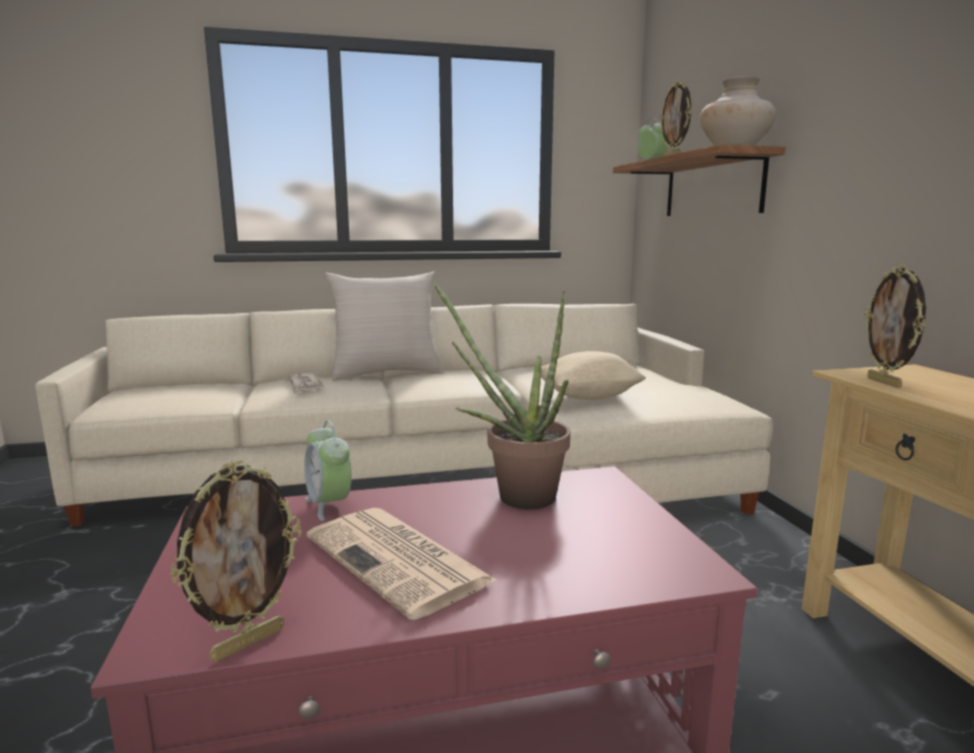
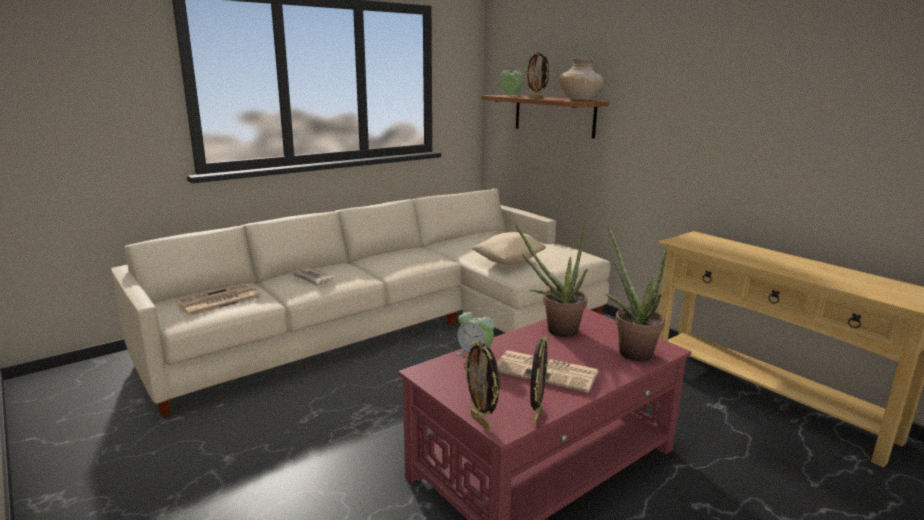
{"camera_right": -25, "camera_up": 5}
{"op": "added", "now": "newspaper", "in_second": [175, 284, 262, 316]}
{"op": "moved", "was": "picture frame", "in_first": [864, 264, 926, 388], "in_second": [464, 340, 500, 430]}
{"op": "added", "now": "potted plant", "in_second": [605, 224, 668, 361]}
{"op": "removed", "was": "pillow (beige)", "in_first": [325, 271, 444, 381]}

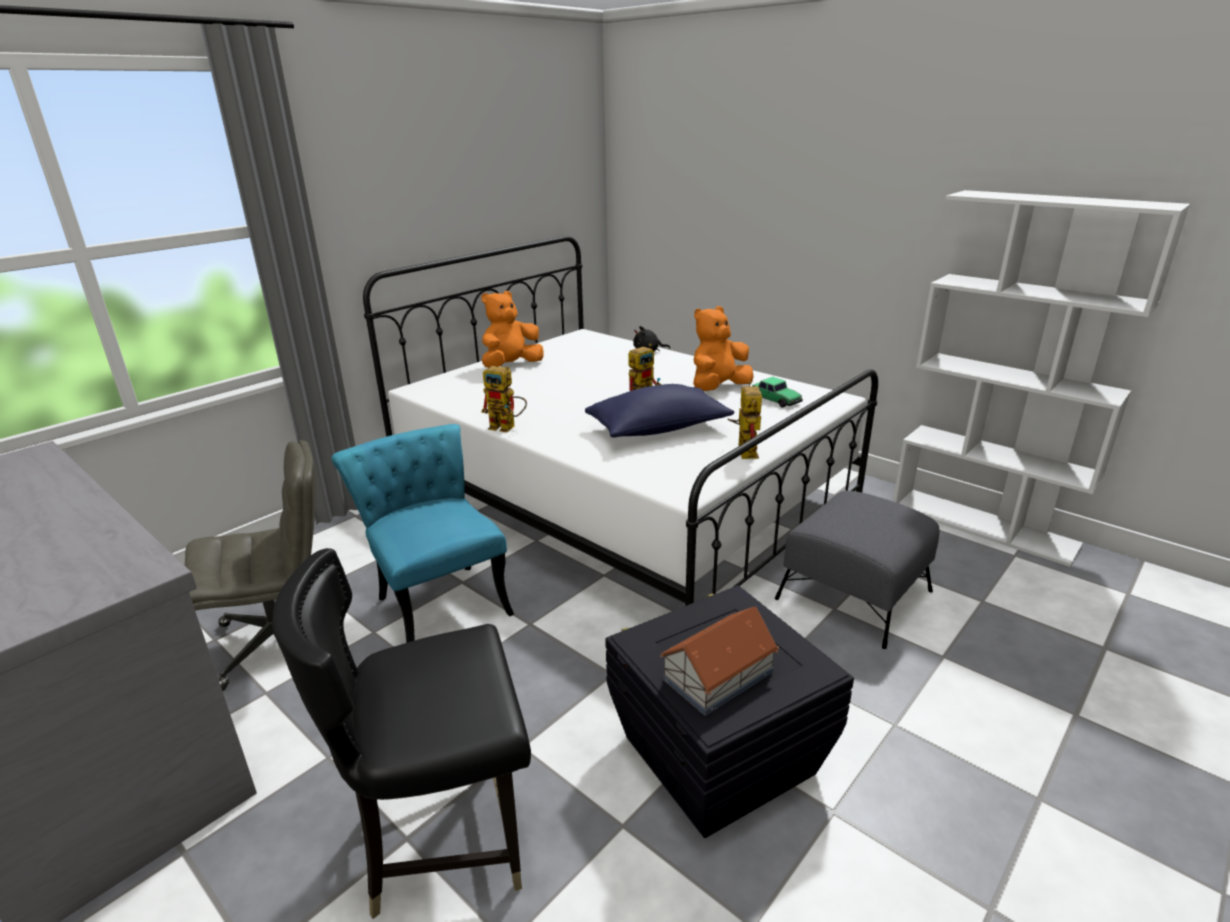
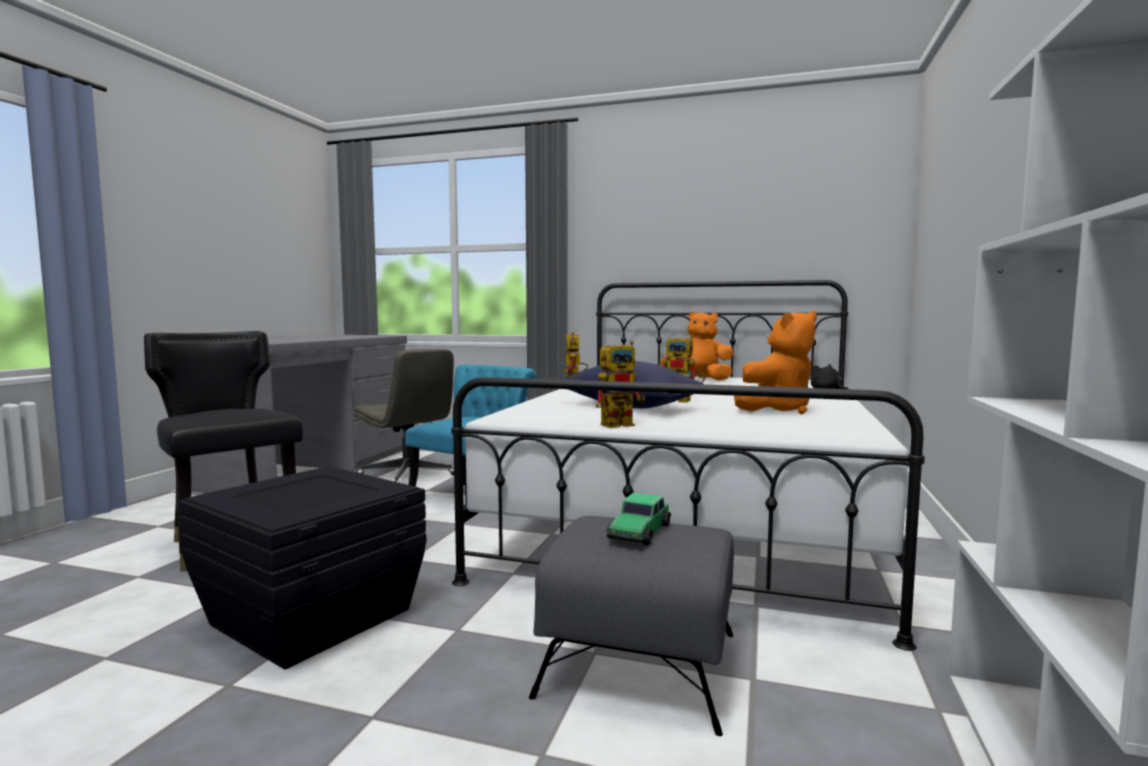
{"camera_right": 65, "camera_up": -20}
{"op": "moved", "was": "toy car", "in_first": [752, 377, 803, 407], "in_second": [606, 492, 671, 545]}
{"op": "turned", "was": "plush toy (orange)", "in_first": [693, 306, 754, 391], "in_second": [734, 311, 817, 414], "clockwise": 120}
{"op": "removed", "was": "toy house", "in_first": [660, 606, 779, 716]}

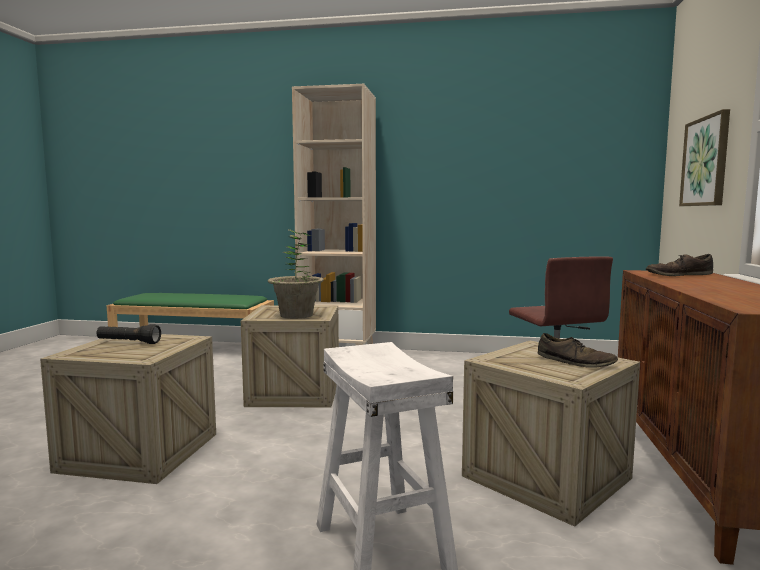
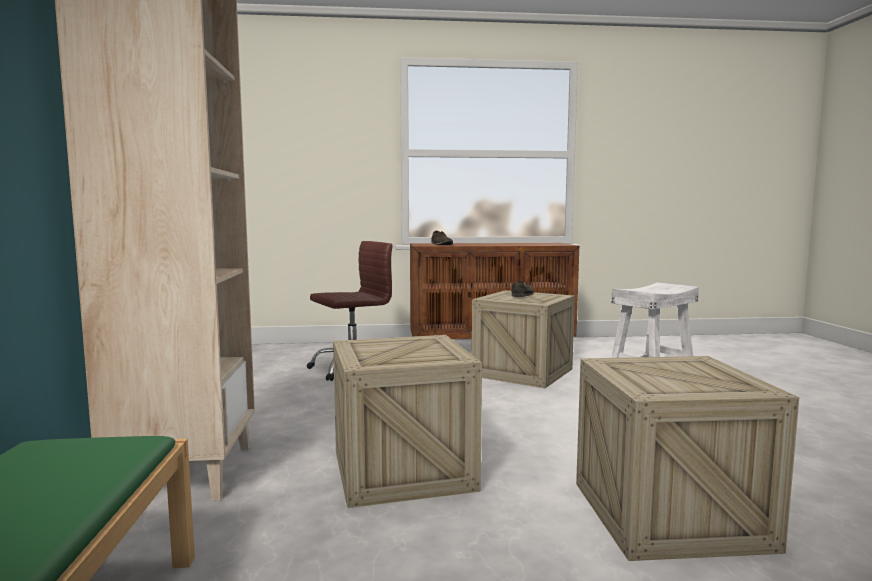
{"camera_right": -105, "camera_up": 0}
{"op": "removed", "was": "flashlight (black)", "in_first": [96, 324, 161, 344]}
{"op": "removed", "was": "potted plant", "in_first": [268, 229, 324, 319]}
{"op": "removed", "was": "picture", "in_first": [679, 109, 730, 206]}

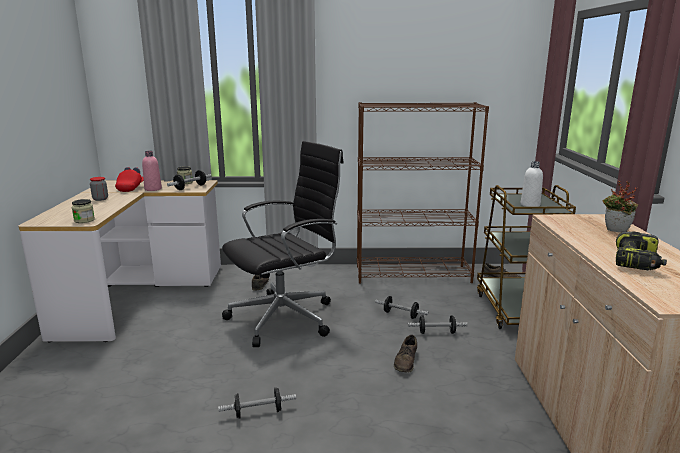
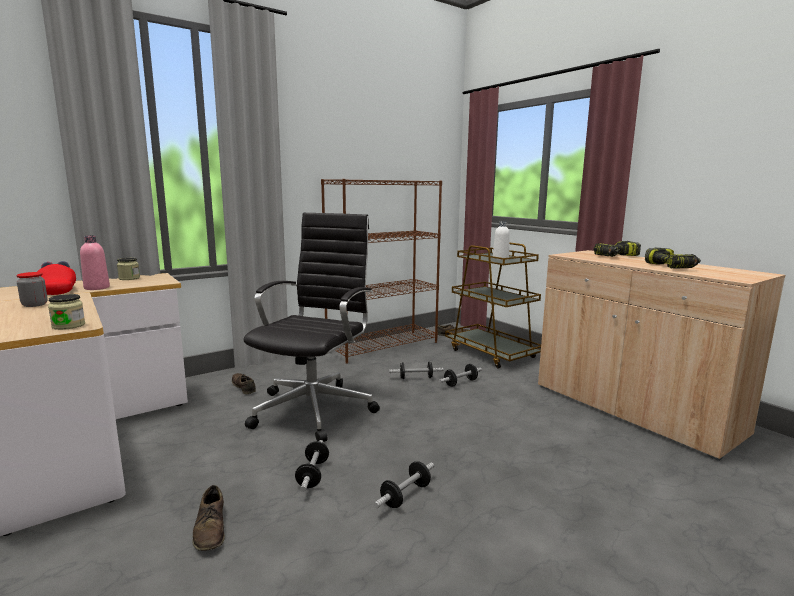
{"camera_right": -35, "camera_up": -5}
{"op": "moved", "was": "shoe (brown)", "in_first": [394, 335, 417, 372], "in_second": [193, 485, 225, 551]}
{"op": "moved", "was": "dumbbell", "in_first": [167, 170, 211, 190], "in_second": [295, 440, 329, 492]}
{"op": "replaced", "was": "potted plant", "now": "power drill", "in_first": [603, 181, 639, 232], "in_second": [594, 241, 641, 257]}

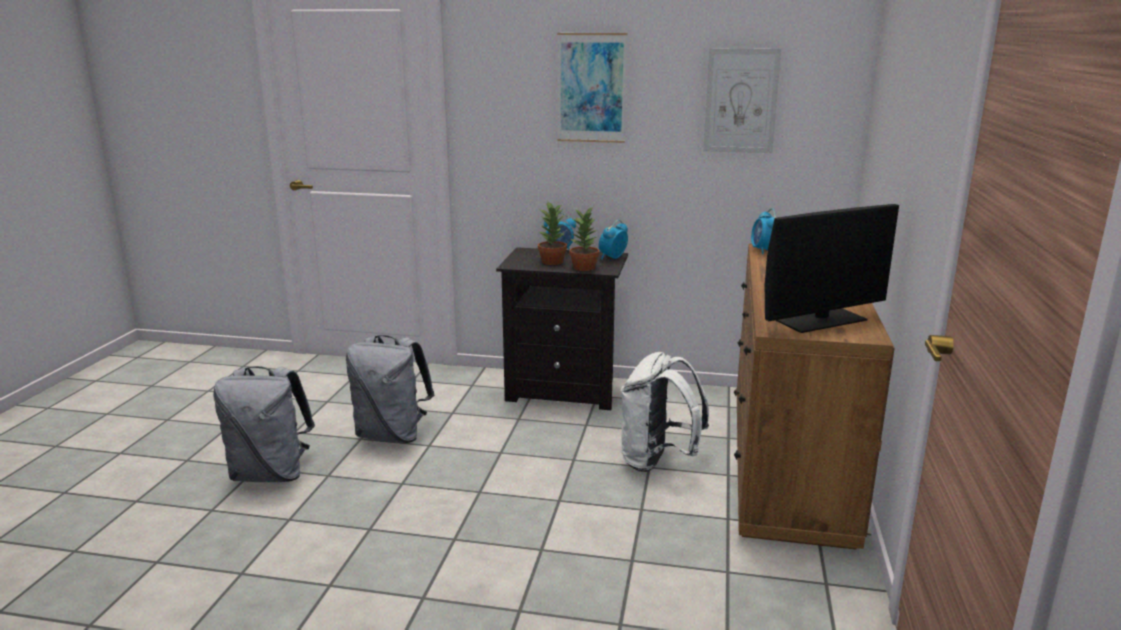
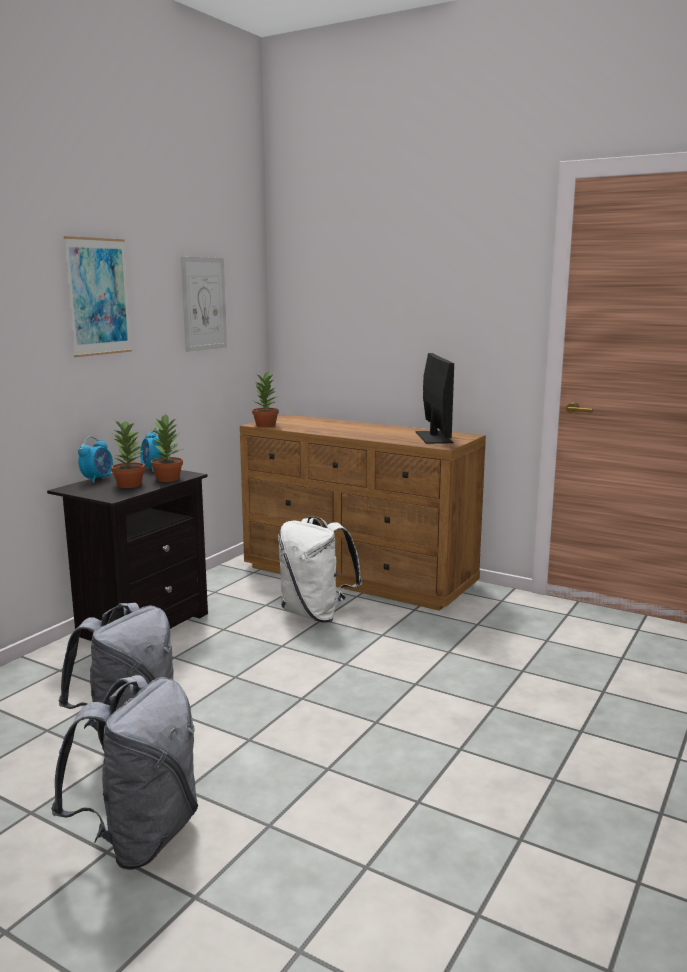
{"camera_right": -70, "camera_up": -5}
{"op": "replaced", "was": "alarm clock", "now": "potted plant", "in_first": [751, 208, 776, 254], "in_second": [252, 370, 279, 427]}

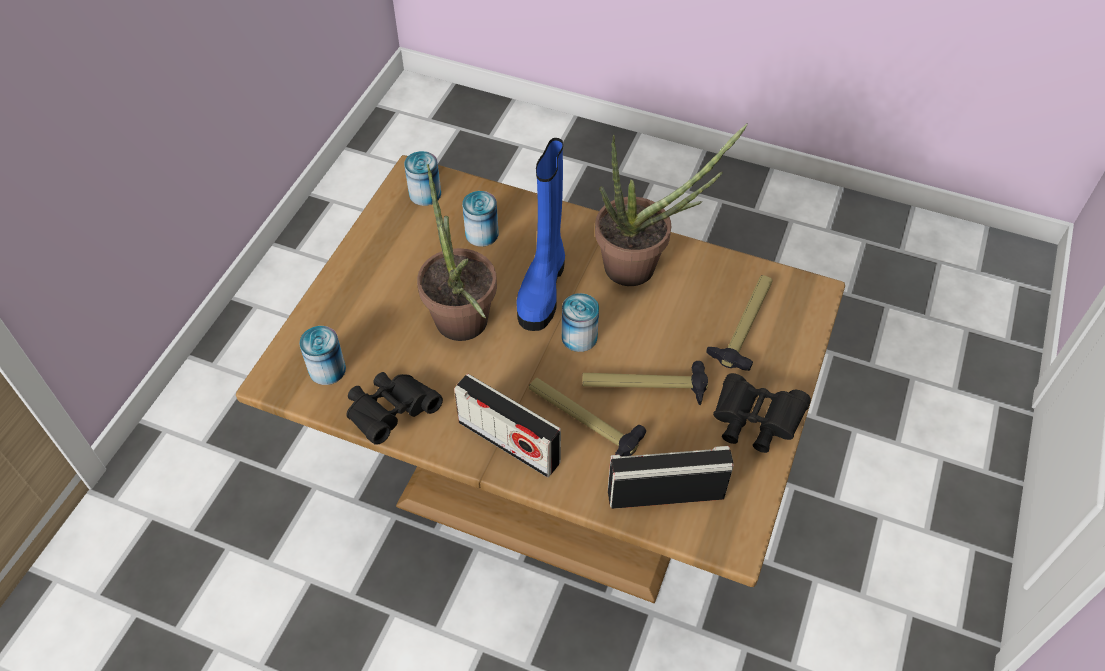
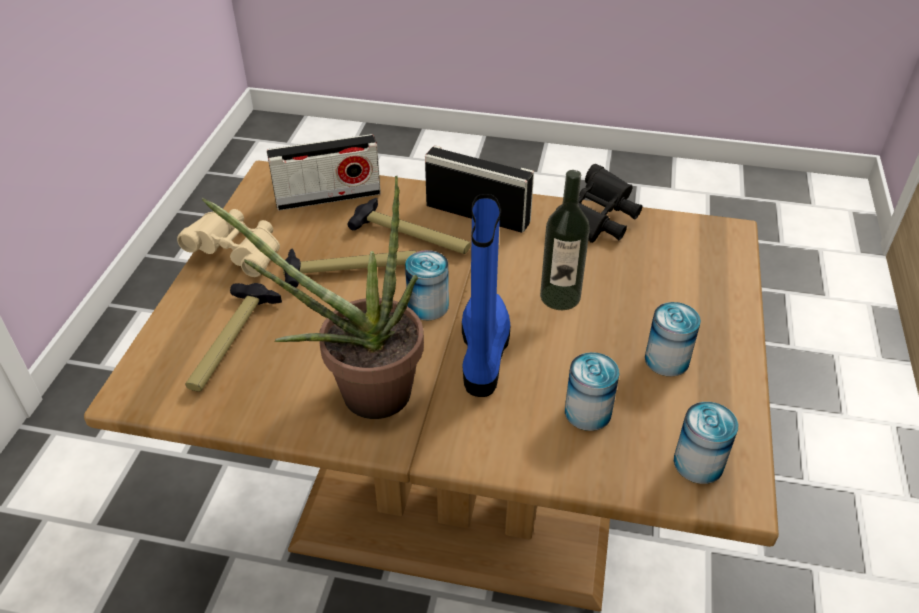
{"camera_right": 170, "camera_up": -10}
{"op": "recoloured", "was": "binoculars (black)", "now": "binoculars (beige)", "in_first": [713, 373, 811, 453], "in_second": [177, 209, 280, 277]}
{"op": "replaced", "was": "potted plant", "now": "bottle", "in_first": [417, 164, 497, 341], "in_second": [540, 170, 590, 310]}
{"op": "moved", "was": "can", "in_first": [299, 326, 346, 385], "in_second": [645, 302, 701, 376]}

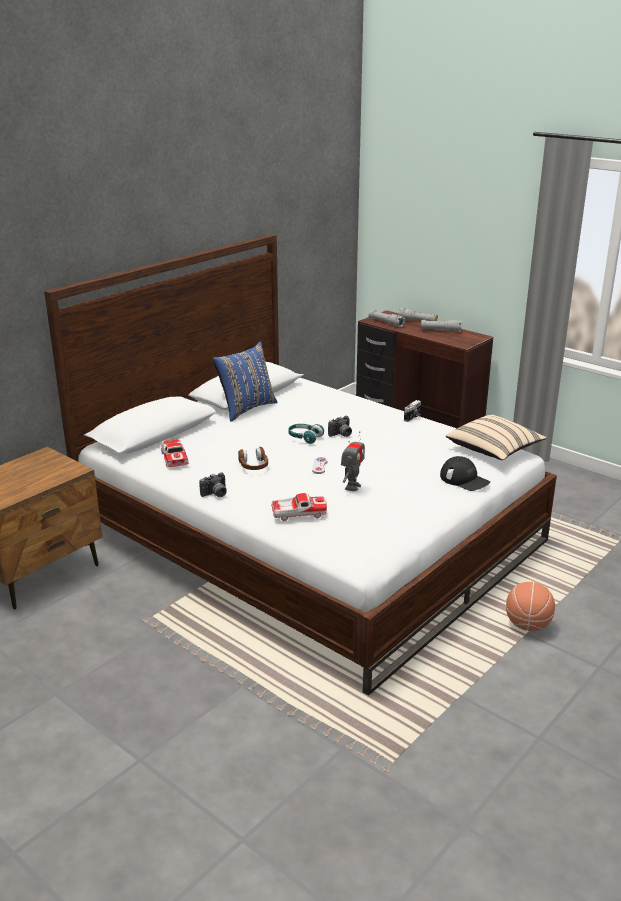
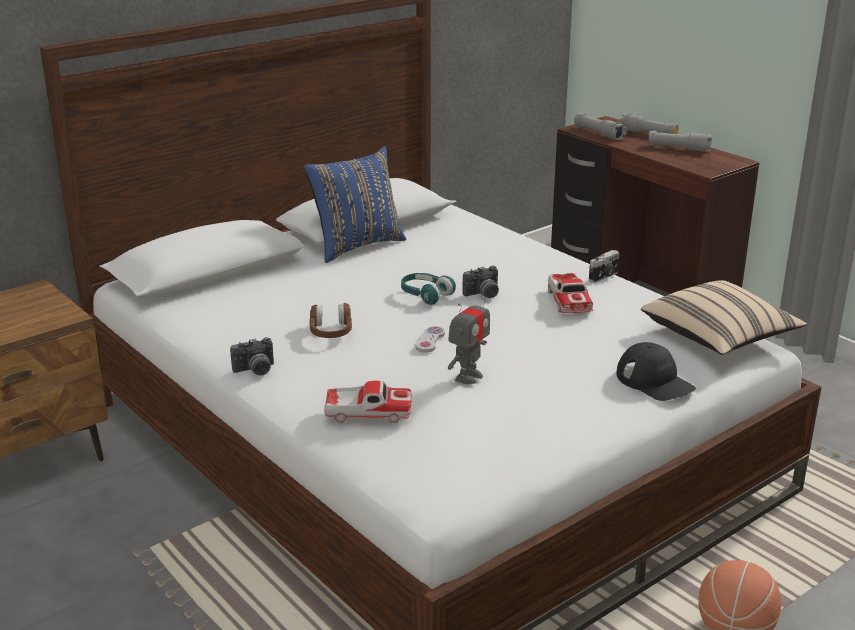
{"camera_right": 10, "camera_up": 0}
{"op": "moved", "was": "toy car", "in_first": [161, 439, 189, 467], "in_second": [548, 273, 594, 313]}

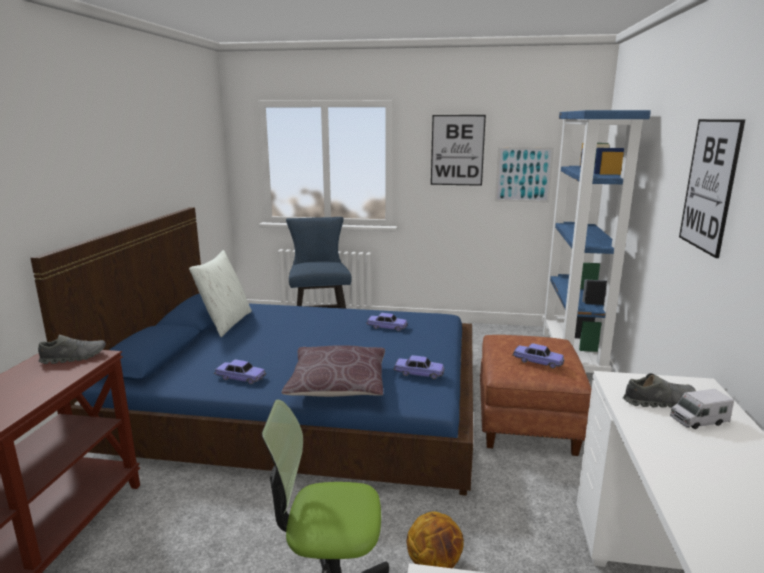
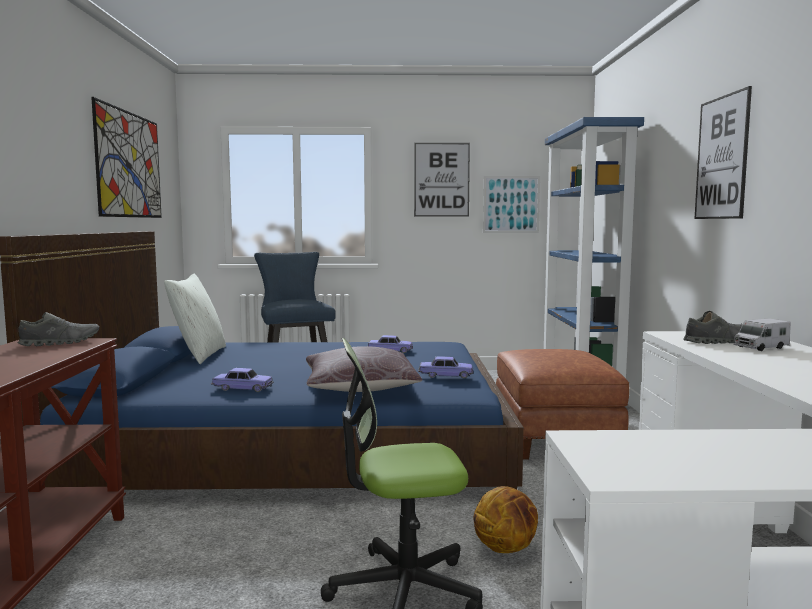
{"camera_right": -10, "camera_up": -10}
{"op": "added", "now": "picture", "in_second": [91, 97, 162, 218]}
{"op": "removed", "was": "toy car", "in_first": [512, 343, 564, 369]}

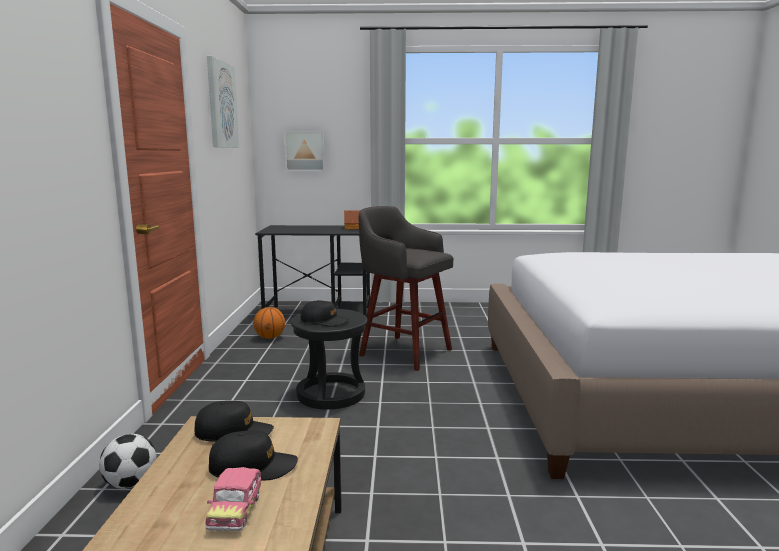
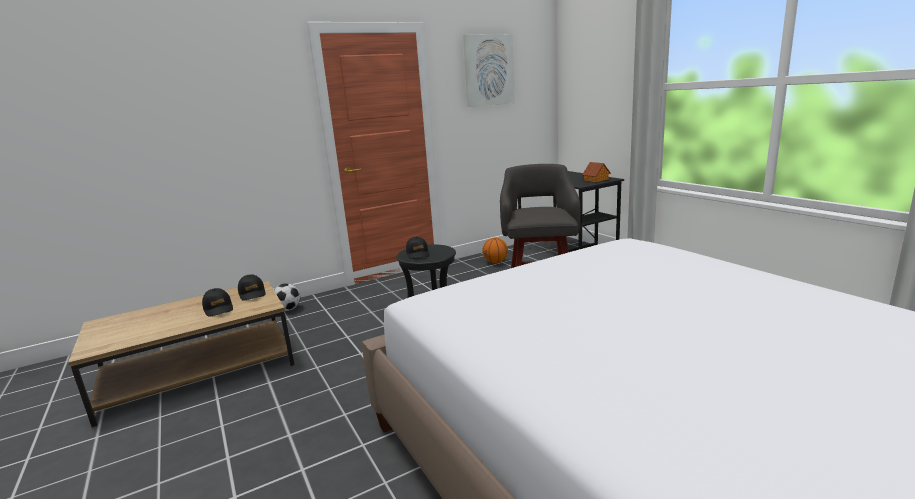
{"camera_right": 60, "camera_up": 5}
{"op": "removed", "was": "toy car", "in_first": [205, 467, 261, 531]}
{"op": "removed", "was": "picture", "in_first": [284, 131, 325, 171]}

